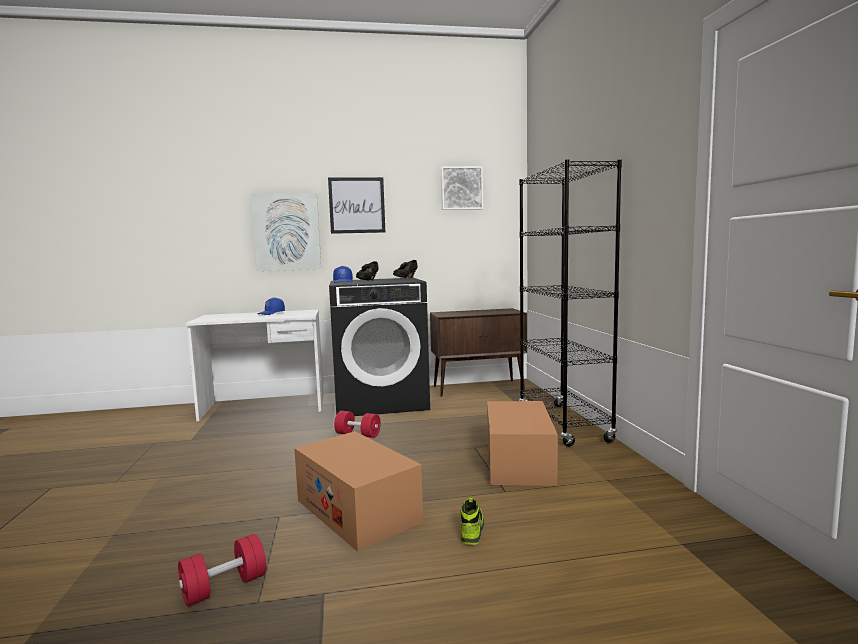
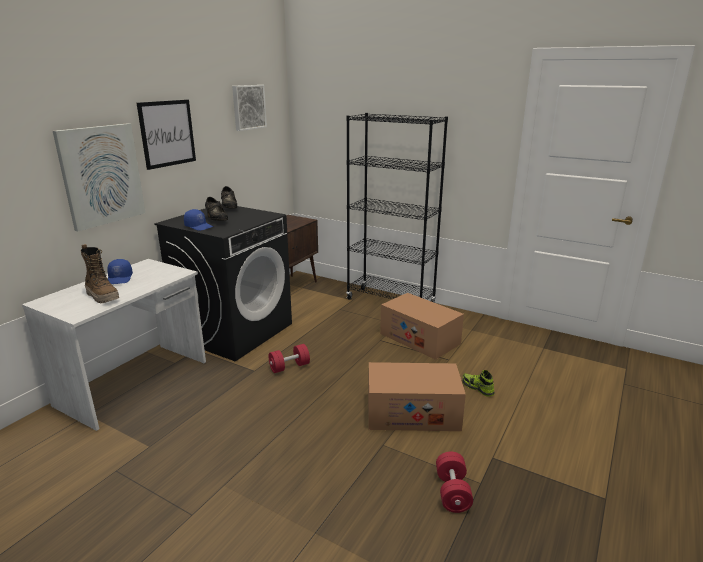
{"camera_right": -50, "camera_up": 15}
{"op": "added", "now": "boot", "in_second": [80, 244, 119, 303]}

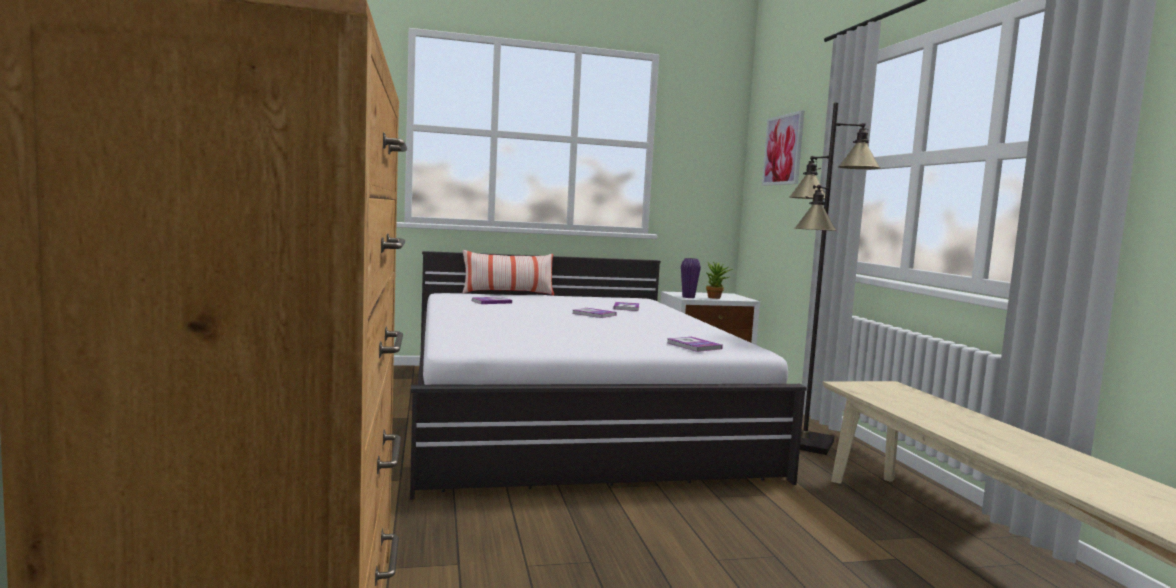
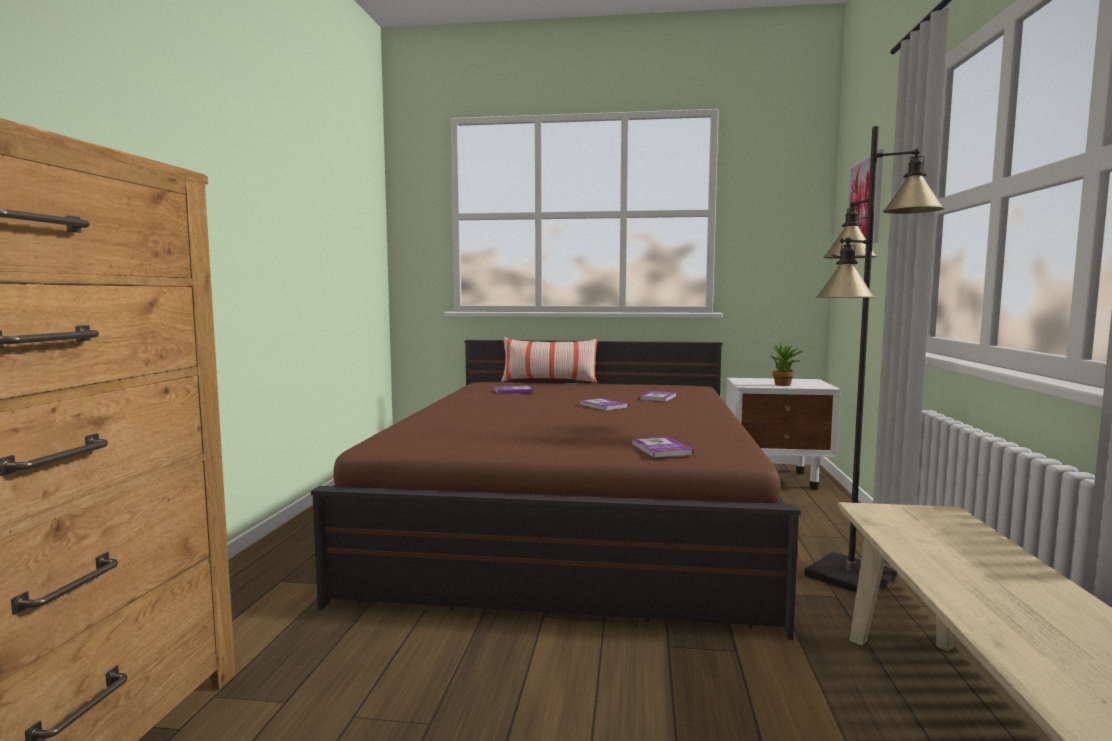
{"camera_right": 20, "camera_up": 0}
{"op": "recoloured", "was": "bed (white)", "now": "bed (brown)", "in_first": [410, 251, 807, 500], "in_second": [311, 340, 801, 640]}
{"op": "removed", "was": "vase (purple)", "in_first": [681, 258, 701, 298]}

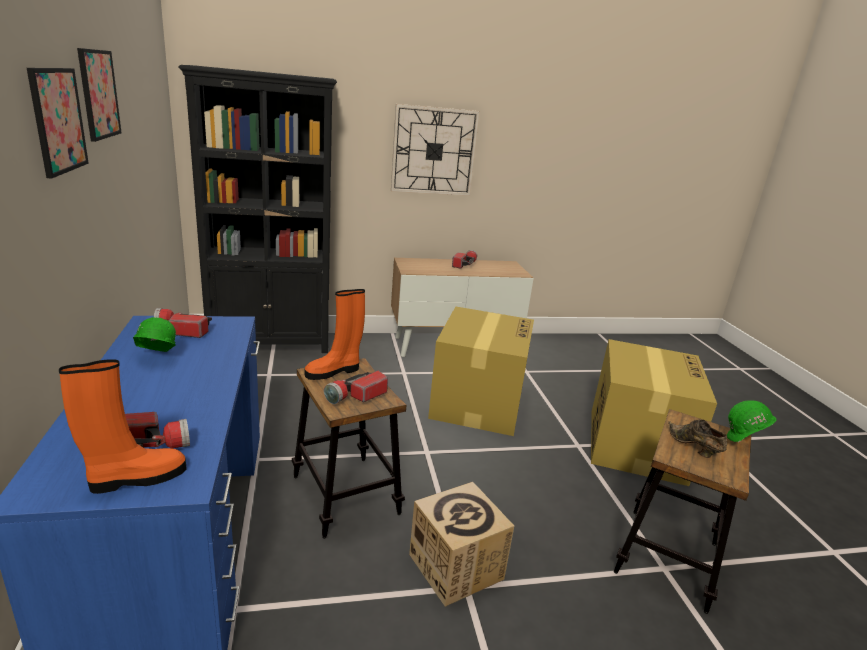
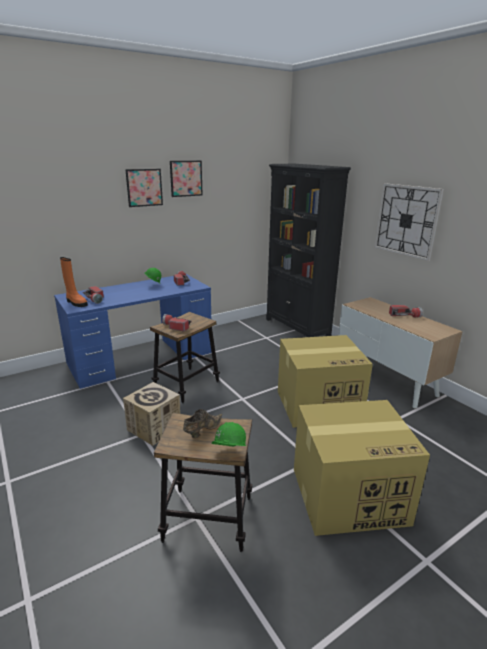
{"camera_right": 70, "camera_up": 0}
{"op": "removed", "was": "boot (orange)", "in_first": [305, 289, 365, 380]}

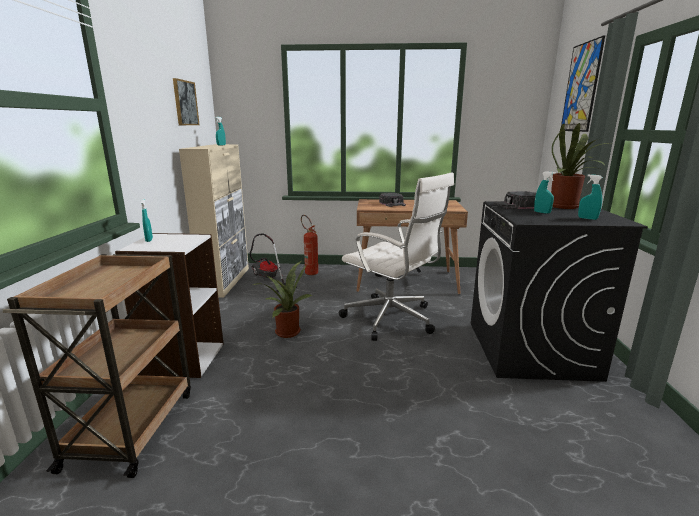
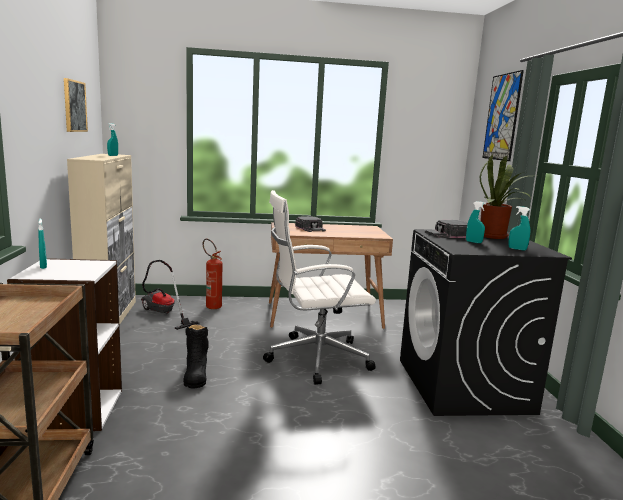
{"camera_right": -10, "camera_up": -5}
{"op": "replaced", "was": "potted plant", "now": "boot (black)", "in_first": [253, 261, 313, 338], "in_second": [183, 324, 209, 388]}
{"op": "turned", "was": "office chair (white)", "in_first": [339, 172, 454, 341], "in_second": [263, 190, 376, 385], "clockwise": 135}

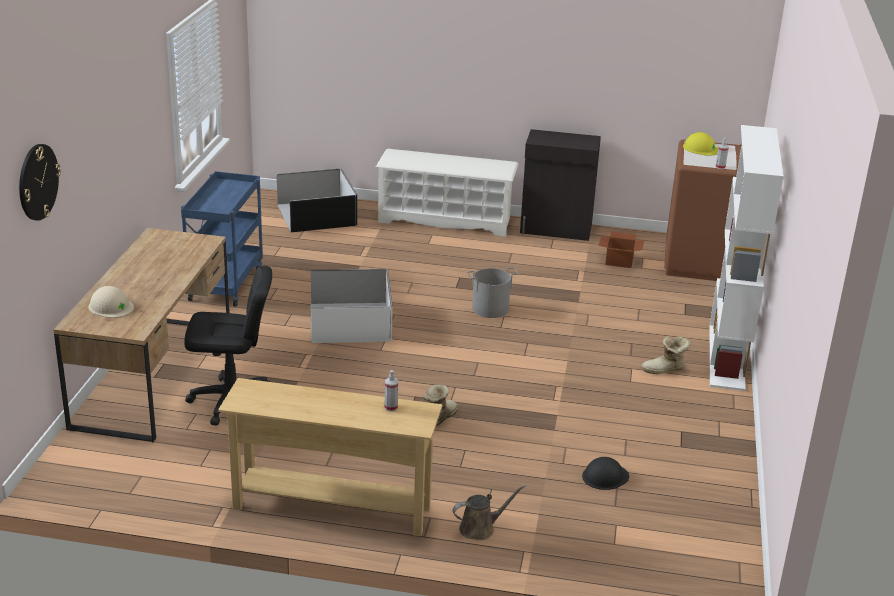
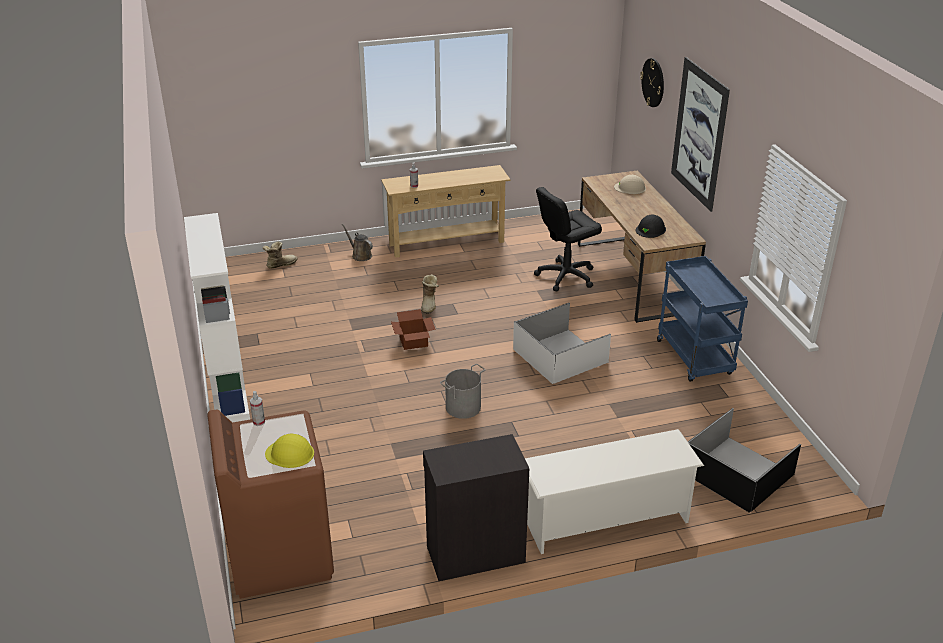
{"camera_right": 155, "camera_up": 5}
{"op": "moved", "was": "boot", "in_first": [641, 336, 691, 374], "in_second": [263, 242, 298, 269]}
{"op": "turned", "was": "watering can (brown)", "in_first": [453, 485, 526, 540], "in_second": [341, 224, 373, 261], "clockwise": 90}
{"op": "moved", "was": "cardboard box", "in_first": [599, 231, 644, 268], "in_second": [391, 309, 436, 350]}
{"op": "moved", "was": "hard hat (black)", "in_first": [582, 457, 629, 490], "in_second": [636, 215, 666, 238]}
{"op": "added", "now": "picture", "in_second": [671, 57, 730, 212]}

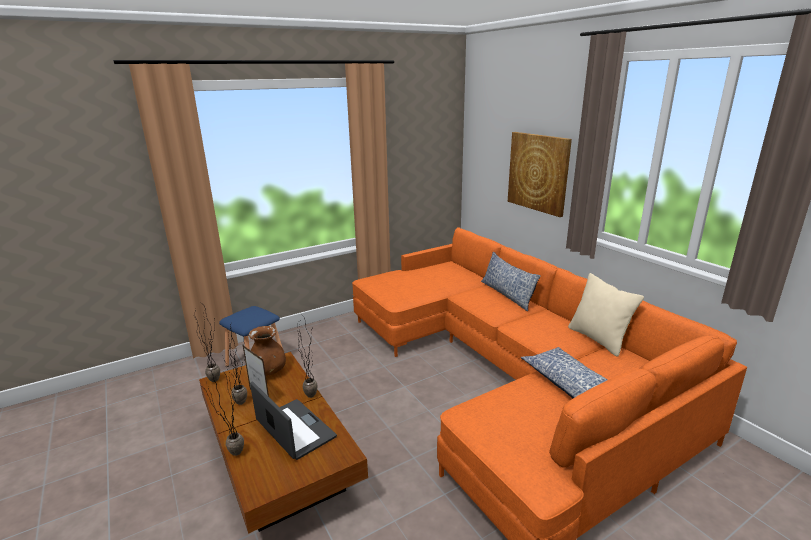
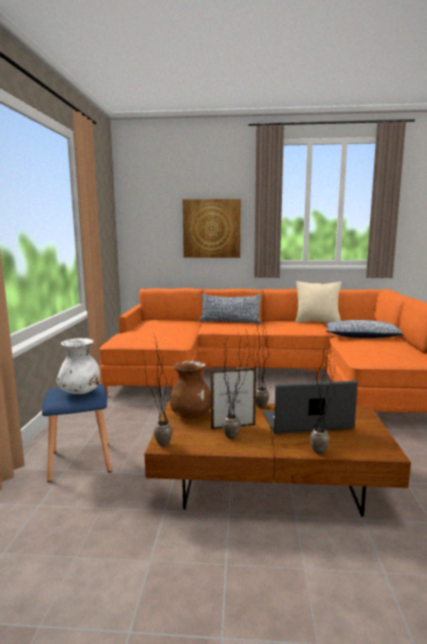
{"camera_right": -55, "camera_up": -10}
{"op": "added", "now": "vase (white)", "in_second": [57, 338, 100, 394]}

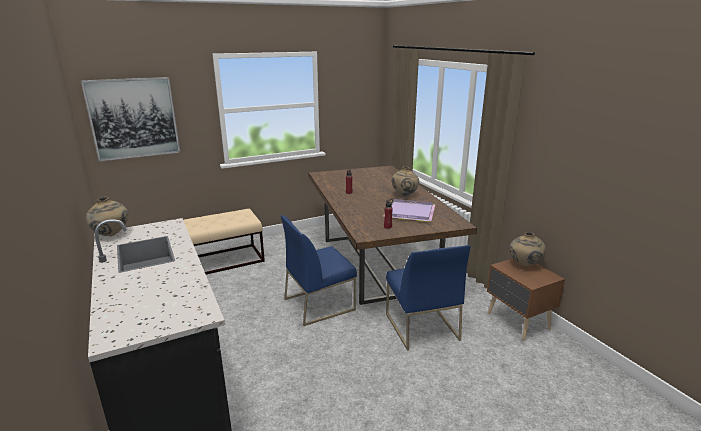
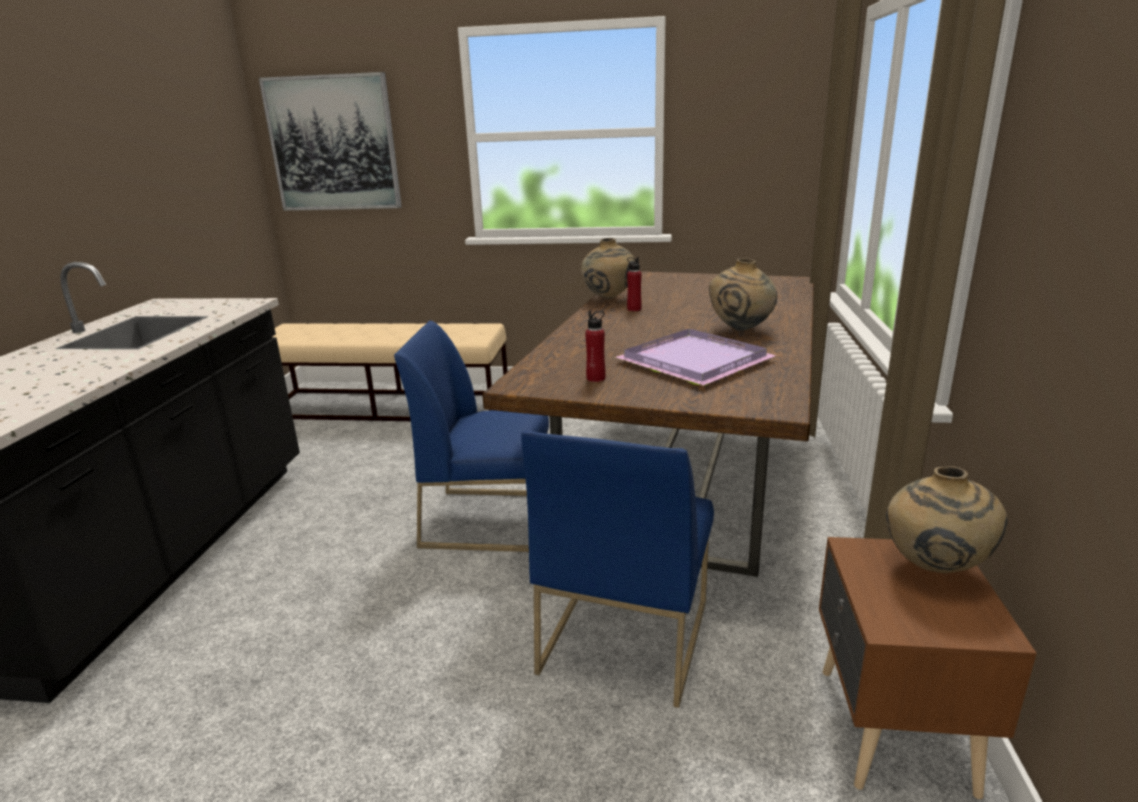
{"camera_right": 35, "camera_up": 0}
{"op": "moved", "was": "vase (beige)", "in_first": [86, 197, 128, 236], "in_second": [581, 238, 635, 299]}

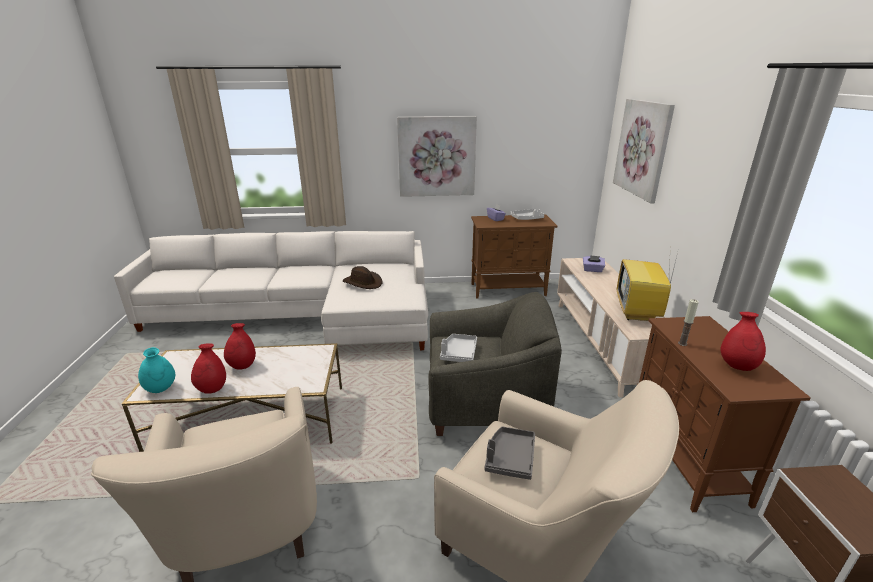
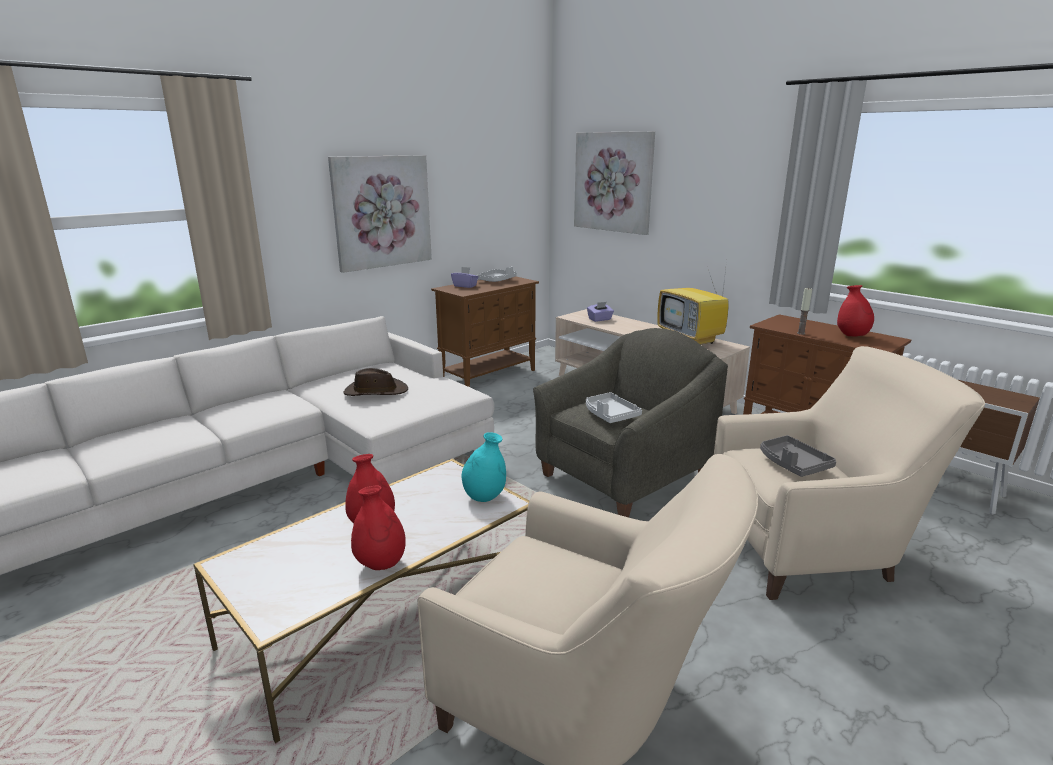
{"camera_right": -40, "camera_up": -5}
{"op": "moved", "was": "vase (turquoise)", "in_first": [138, 347, 175, 393], "in_second": [462, 432, 506, 502]}

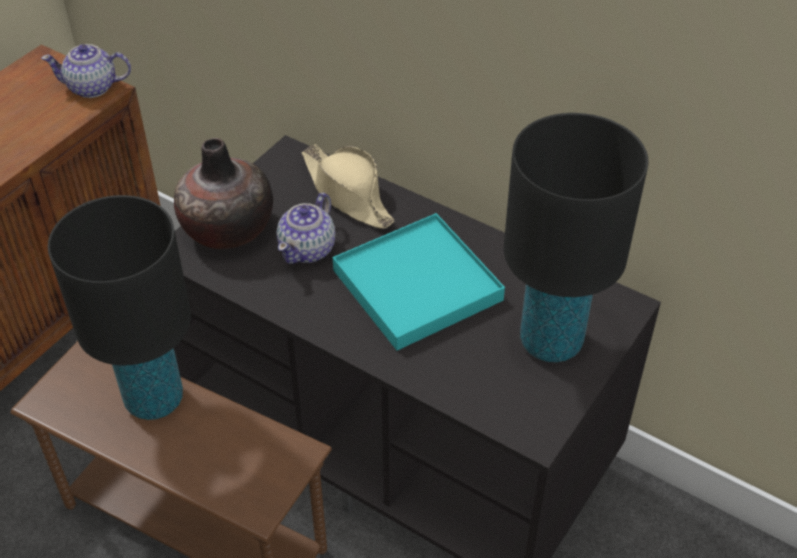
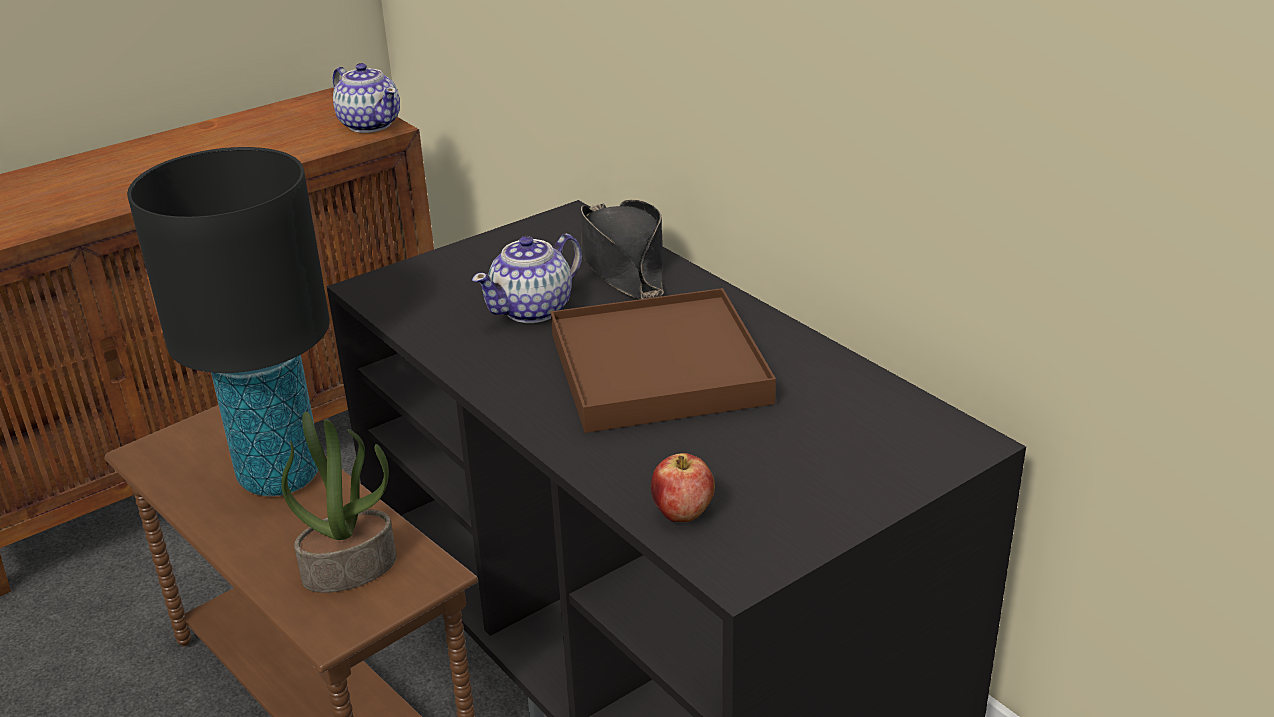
{"camera_right": 20, "camera_up": -15}
{"op": "added", "now": "potted plant", "in_second": [281, 412, 397, 593]}
{"op": "turned", "was": "teapot", "in_first": [41, 44, 131, 98], "in_second": [333, 63, 400, 133], "clockwise": -150}
{"op": "recoloured", "was": "tray (turquoise)", "now": "tray (brown)", "in_first": [333, 213, 505, 350], "in_second": [551, 288, 776, 433]}
{"op": "recoloured", "was": "hat (beige)", "now": "hat (black)", "in_first": [301, 144, 394, 229], "in_second": [581, 200, 664, 300]}
{"op": "added", "now": "apple", "in_second": [651, 453, 715, 522]}
{"op": "removed", "was": "vase", "in_first": [174, 138, 273, 249]}
{"op": "removed", "was": "table lamp (black)", "in_first": [504, 113, 649, 362]}

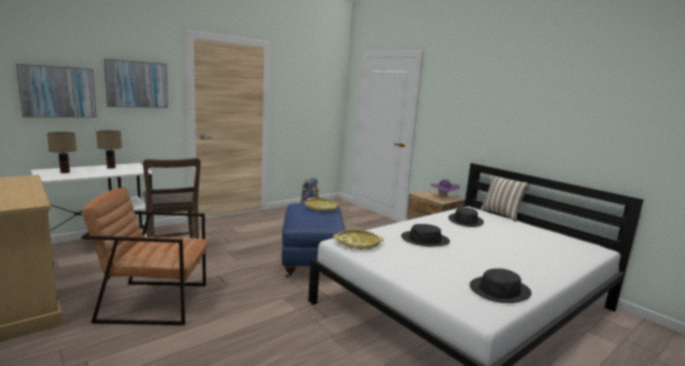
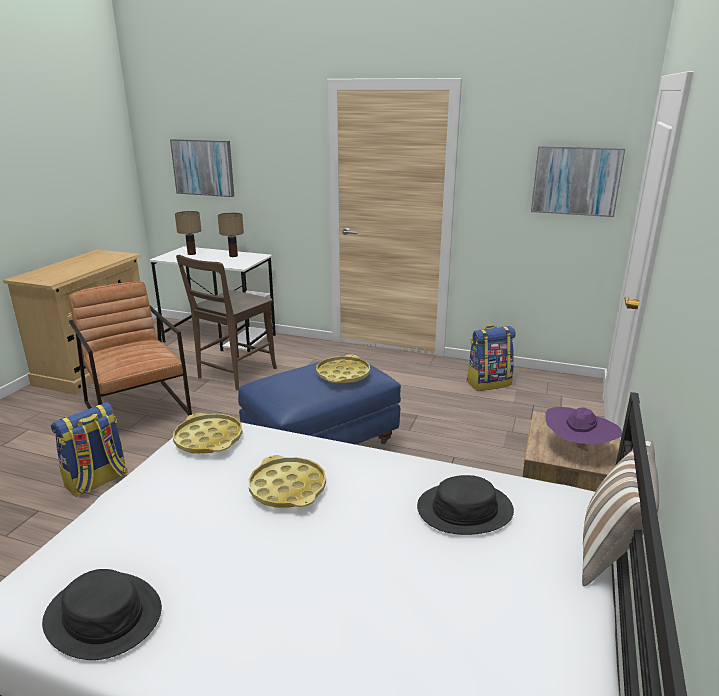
{"camera_right": 60, "camera_up": 10}
{"op": "added", "now": "backpack", "in_second": [51, 402, 128, 497]}
{"op": "replaced", "was": "hat (black)", "now": "tray (yellow)", "in_first": [401, 224, 450, 246], "in_second": [249, 455, 326, 508]}
{"op": "moved", "was": "picture", "in_first": [104, 59, 168, 108], "in_second": [531, 146, 625, 217]}

